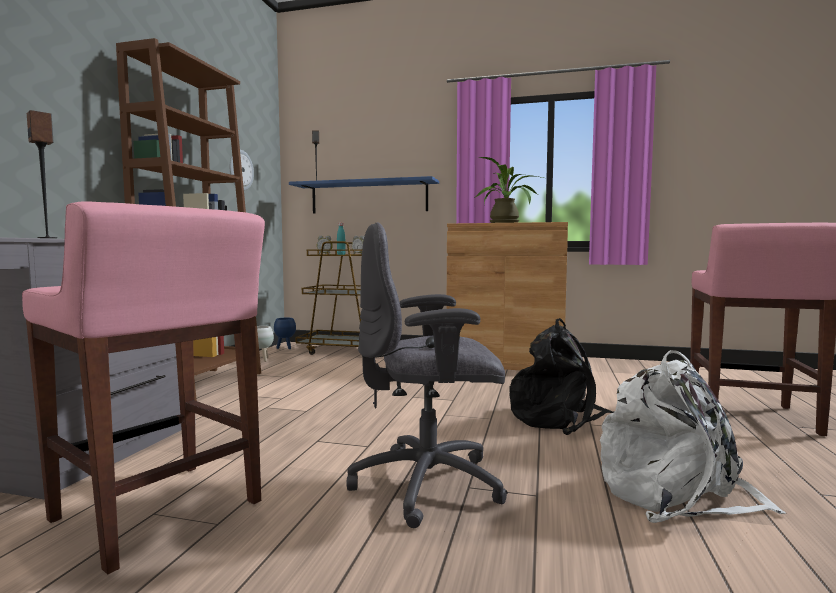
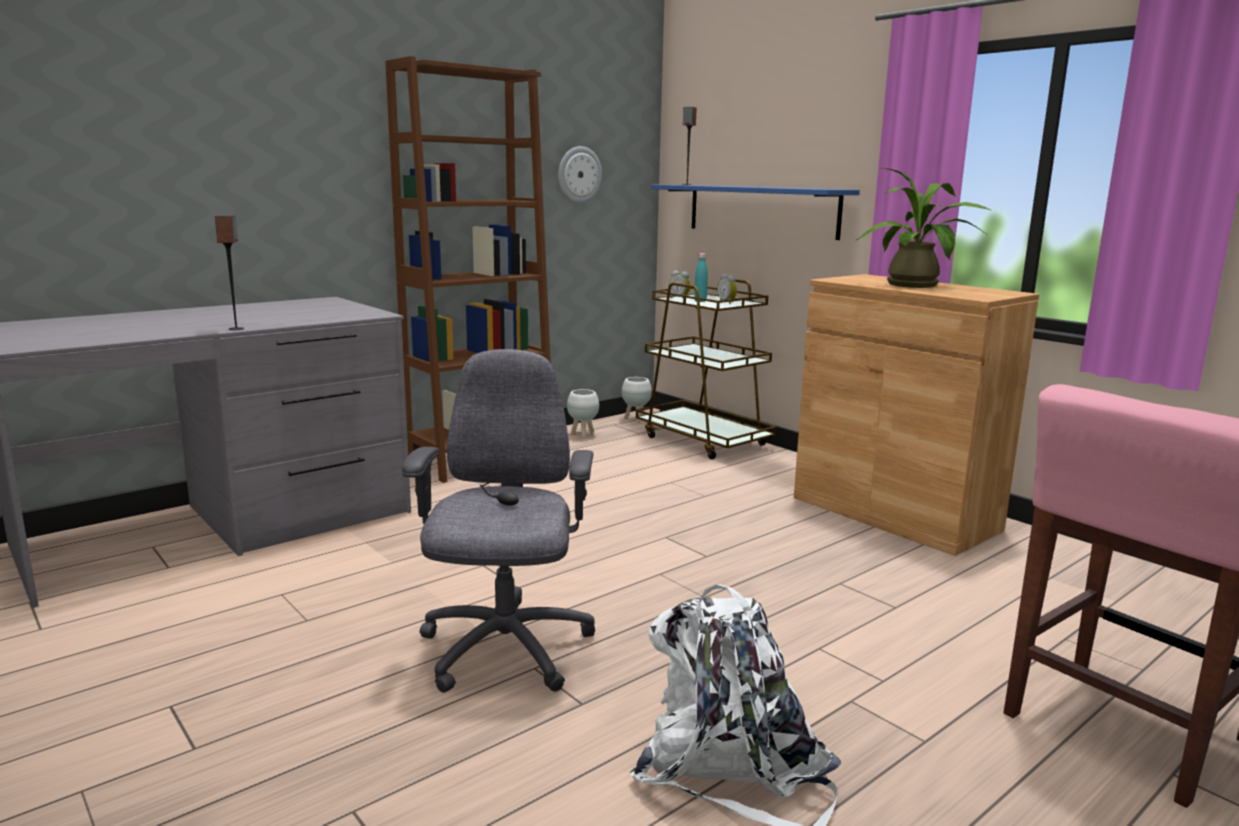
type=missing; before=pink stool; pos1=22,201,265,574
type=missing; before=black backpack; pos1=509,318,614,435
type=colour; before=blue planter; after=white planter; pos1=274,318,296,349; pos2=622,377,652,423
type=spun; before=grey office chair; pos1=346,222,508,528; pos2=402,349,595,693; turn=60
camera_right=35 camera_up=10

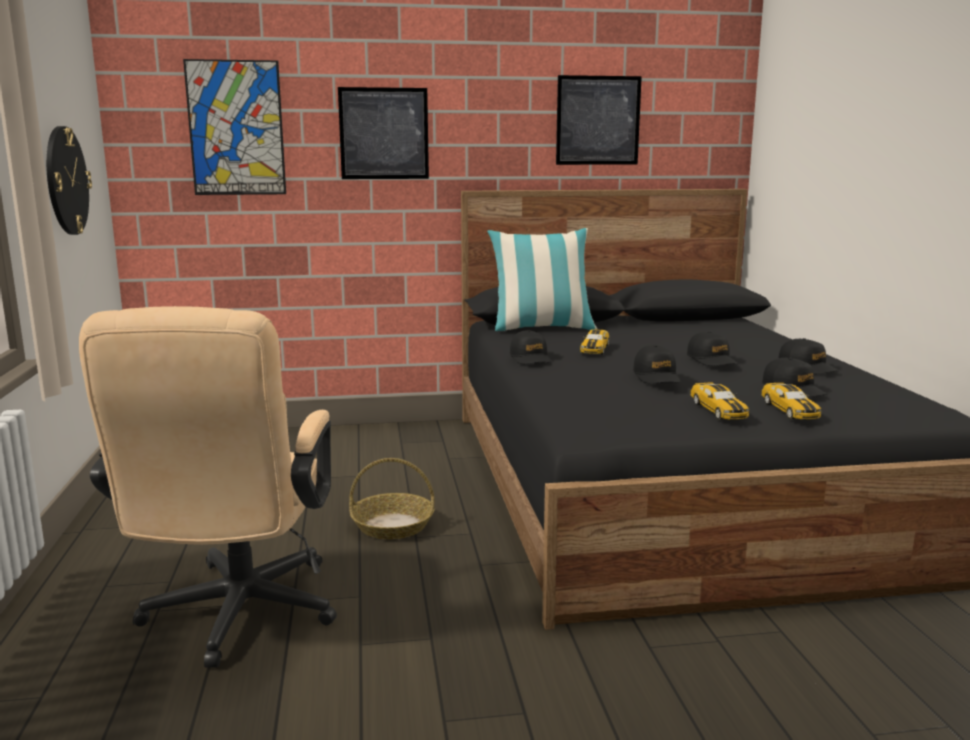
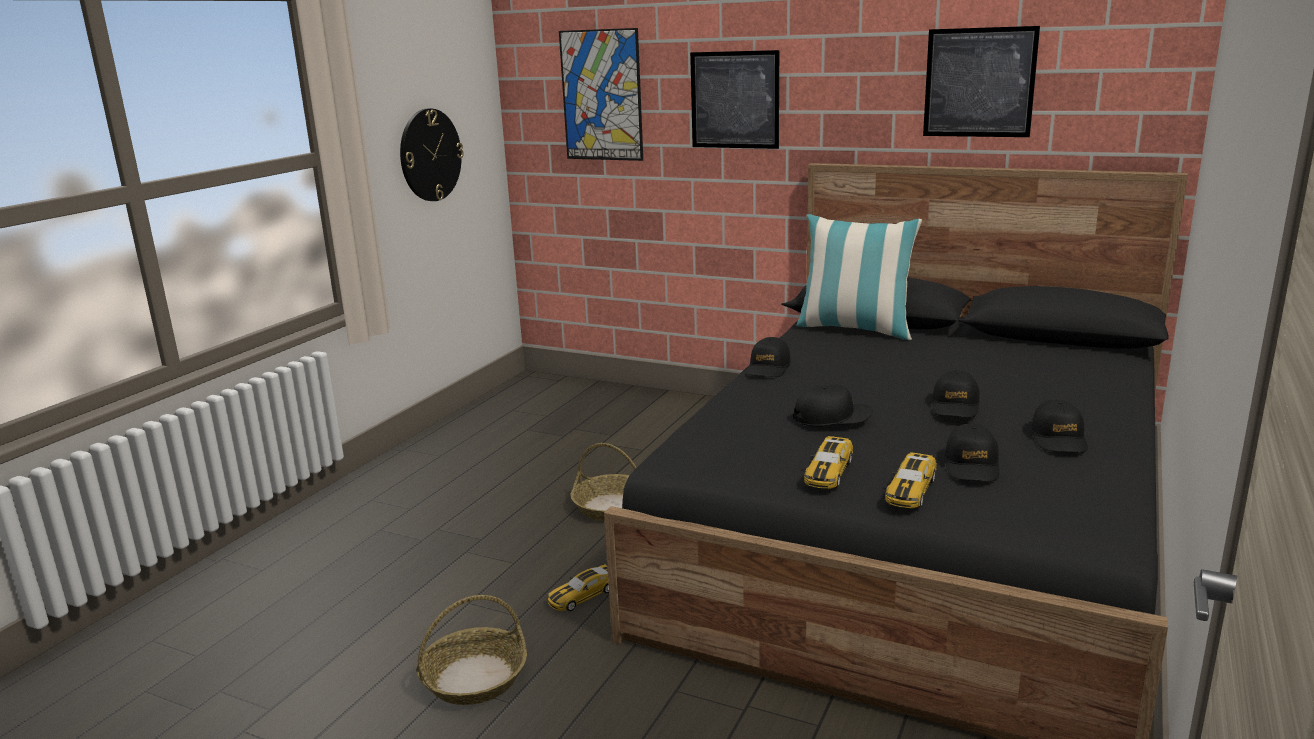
type=missing; before=beige office chair; pos1=79,306,337,668
type=appeared; after=basket; pos2=416,595,527,705
type=relocated; before=toy car; pos1=580,329,609,355; pos2=548,564,609,611
type=spun; before=black cap; pos1=633,345,681,383; pos2=793,384,873,426; turn=-135
camera_right=35 camera_up=5

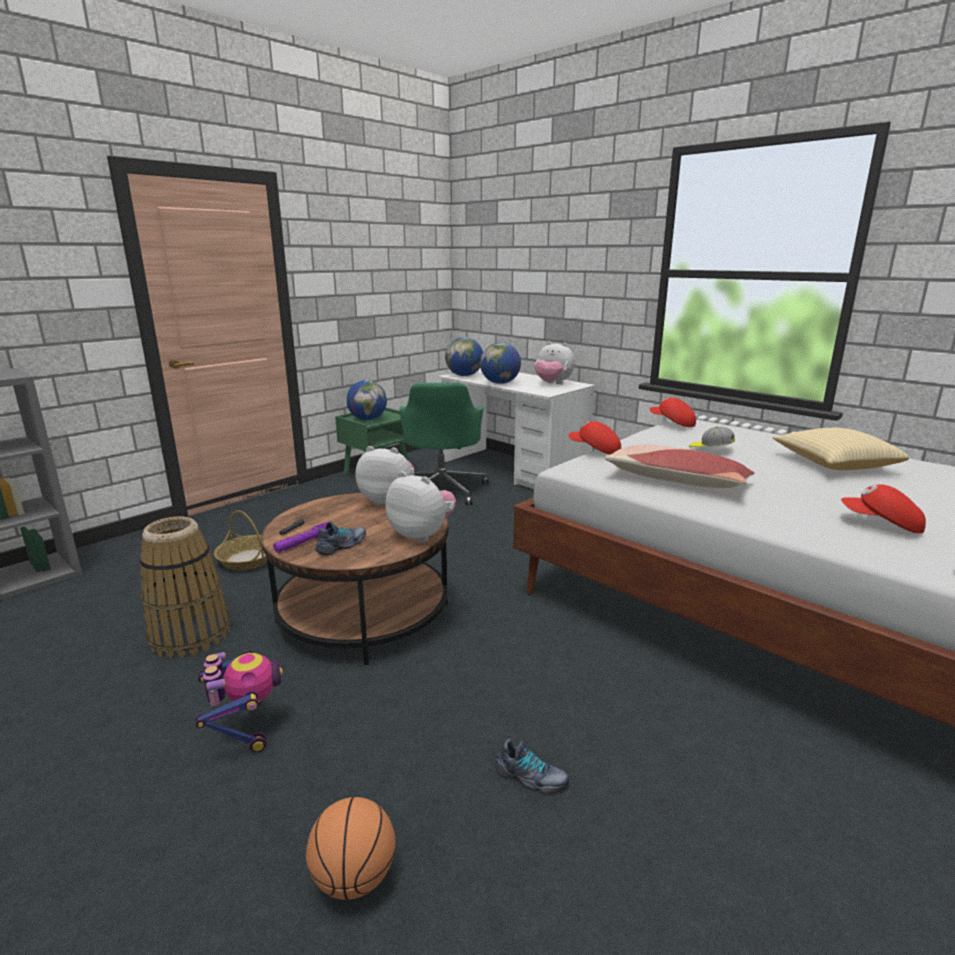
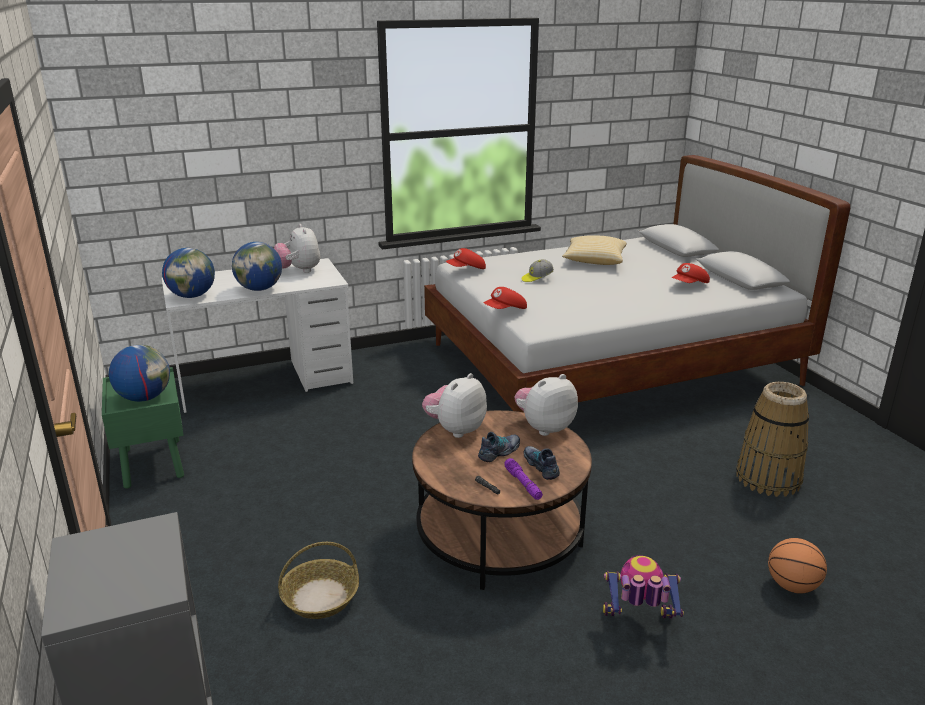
type=missing; before=green office chair; pos1=399,383,489,505
type=missing; before=pillow; pos1=604,444,755,488
type=relocated; before=basket; pos1=139,517,230,658; pos2=736,382,809,497
type=relocated; before=shoe; pos1=495,739,569,792; pos2=478,432,520,462
type=spun; before=plush toy; pos1=535,342,575,384; pos2=274,224,320,273; turn=105
camera_right=-65 camera_up=5

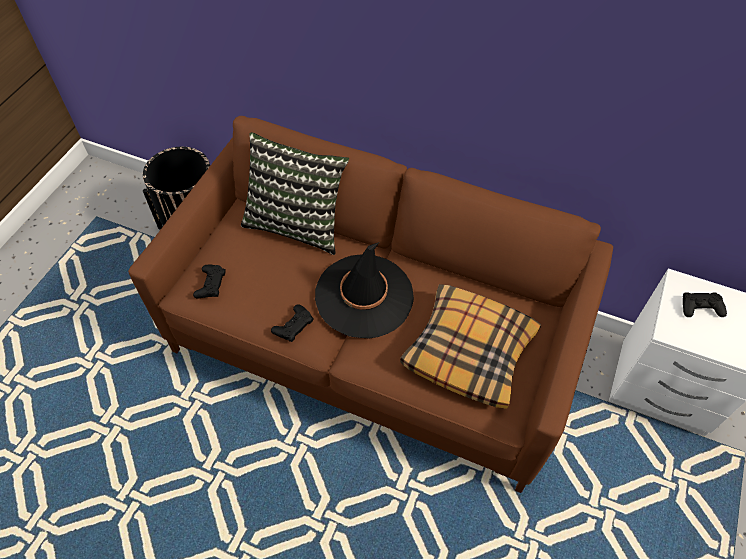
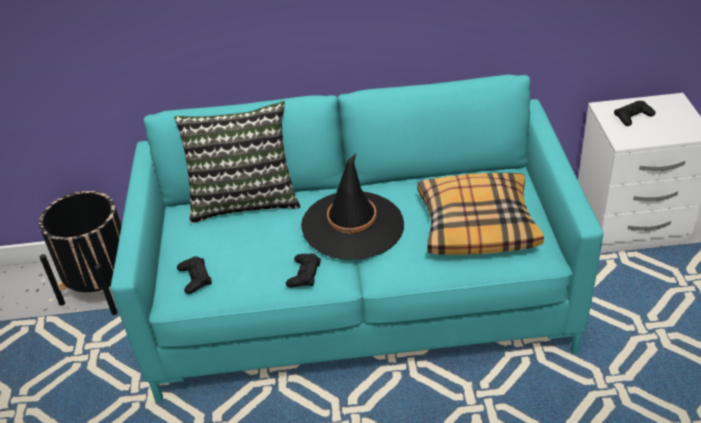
type=colour; before=brown sofa; after=turquoise sofa; pos1=128,116,613,493; pos2=111,74,603,402
camera_right=-25 camera_up=-15

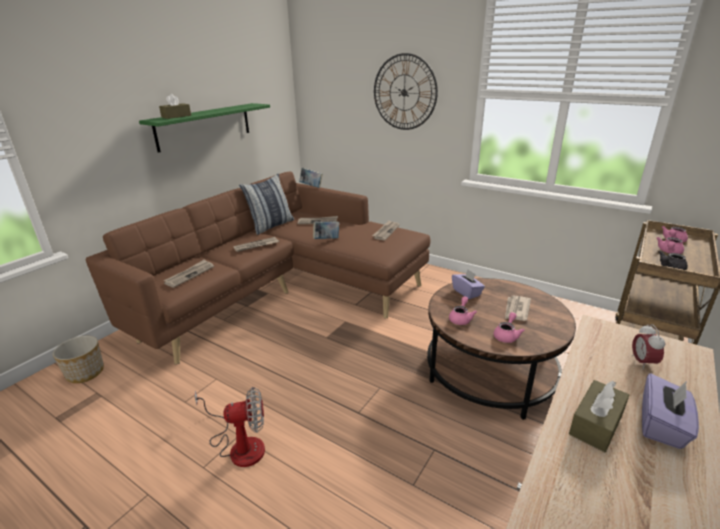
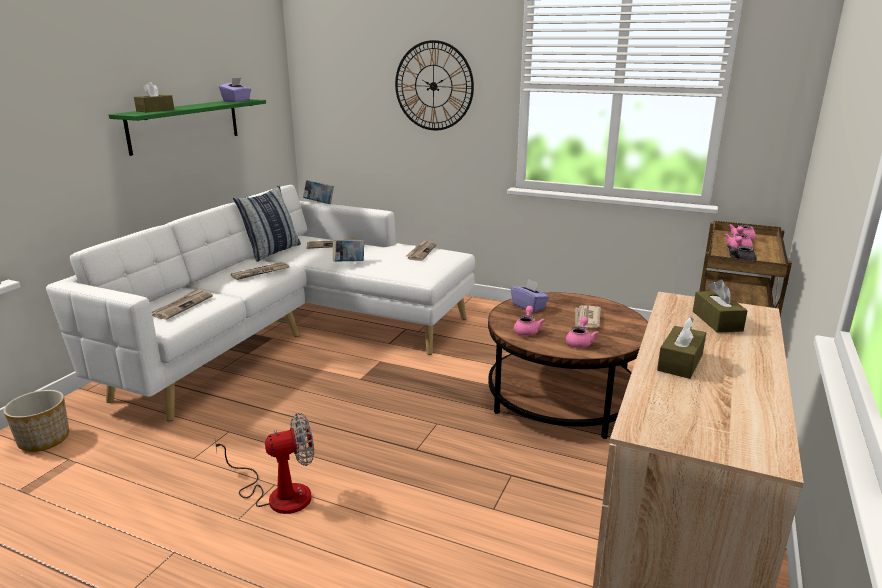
type=relocated; before=purple tissue box; pos1=642,373,699,449; pos2=219,78,251,102
type=exchanged; before=alarm clock; after=brown tissue box; pos1=632,324,665,370; pos2=693,280,748,333
type=colour; before=brown sofa; after=white sofa; pos1=86,172,431,365; pos2=46,185,475,421
camera_right=-10 camera_up=-5

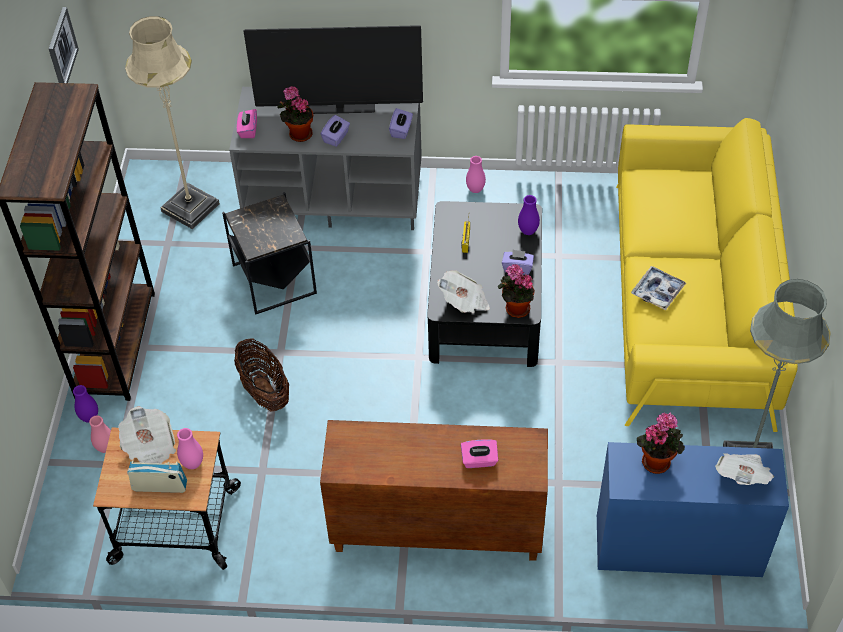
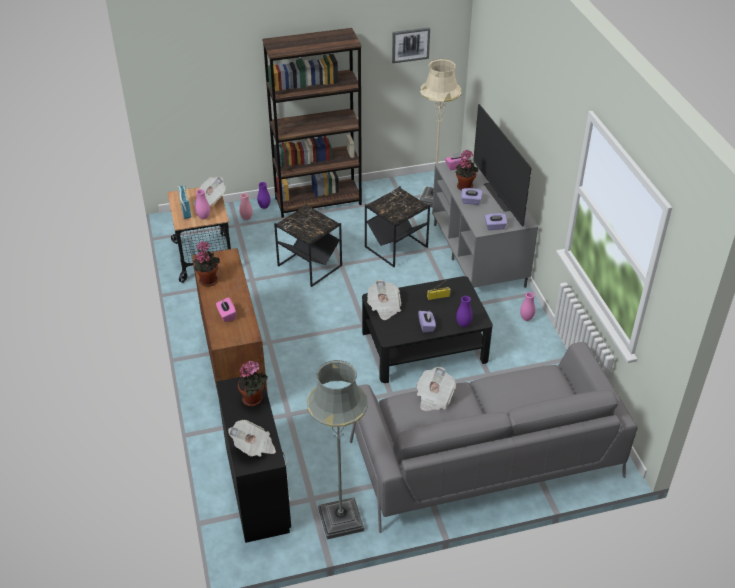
type=relocated; before=potted plant; pos1=497,264,535,318; pos2=193,241,220,287
type=exchanged; before=basket; after=black side table; pos1=234,338,289,411; pos2=274,204,342,287
type=exchanged; before=tray; after=newspaper; pos1=631,266,686,310; pos2=416,367,456,411
type=colour; before=blue desk; after=black desk; pos1=597,442,789,577; pos2=216,373,291,543
type=colour; before=yellow sofa; after=grey sofa; pos1=616,118,798,432; pos2=350,342,638,533
camera_right=70 camera_up=-10

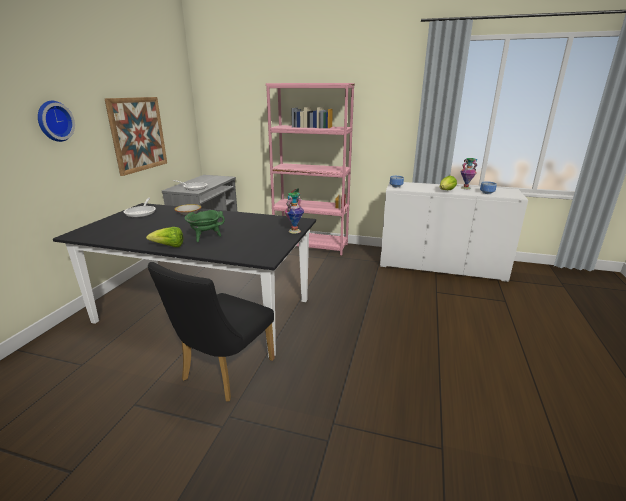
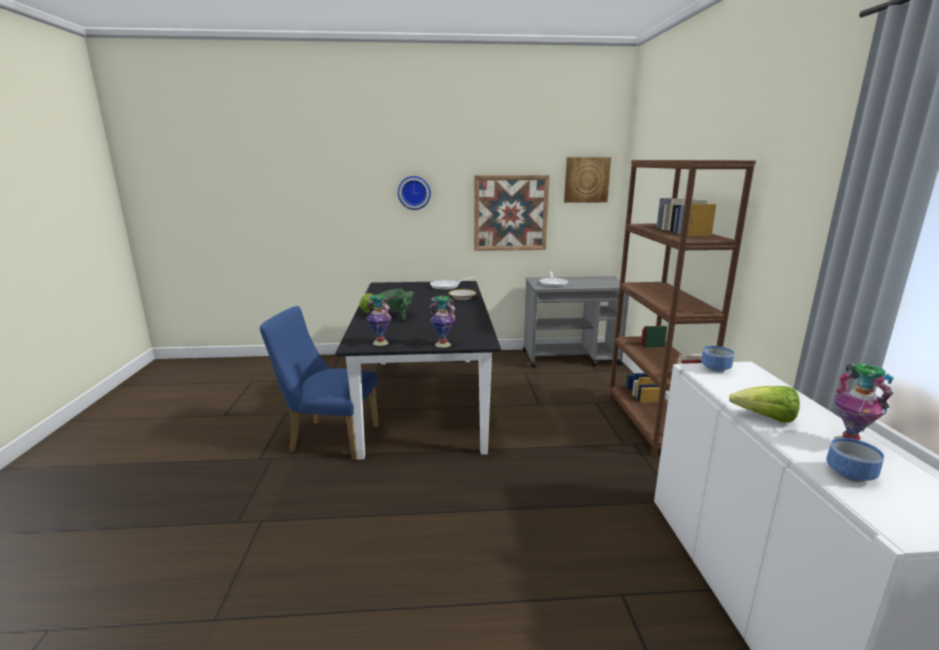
type=appeared; after=vase; pos2=366,294,392,346
type=appeared; after=picture; pos2=564,157,611,203
type=colour; before=black chair; after=blue chair; pos1=148,262,275,401; pos2=260,306,379,460
type=colour; before=pink bookcase; after=brown bookcase; pos1=266,83,355,255; pos2=609,160,756,457
camera_right=70 camera_up=-5

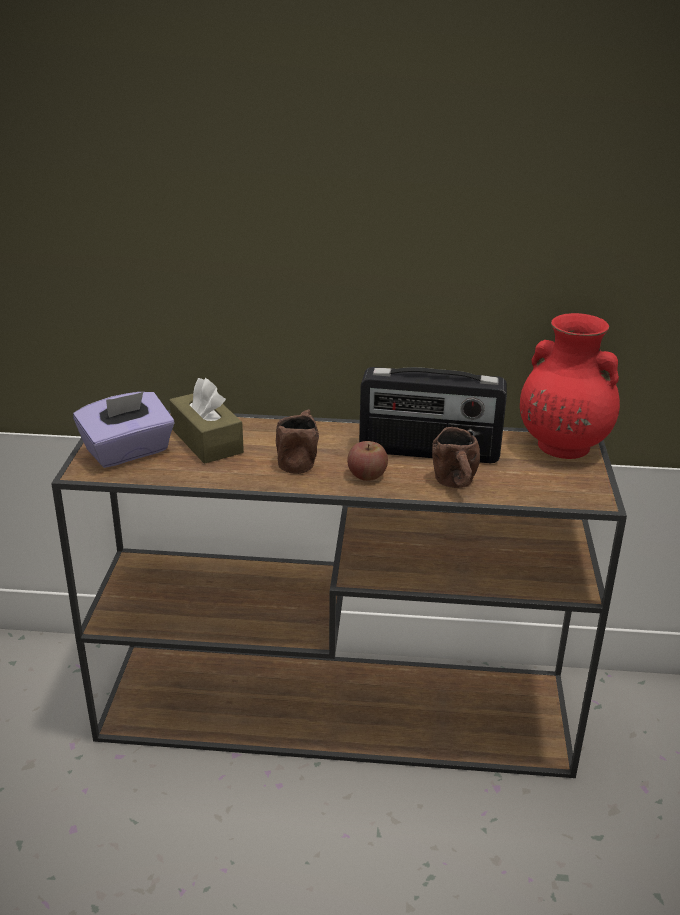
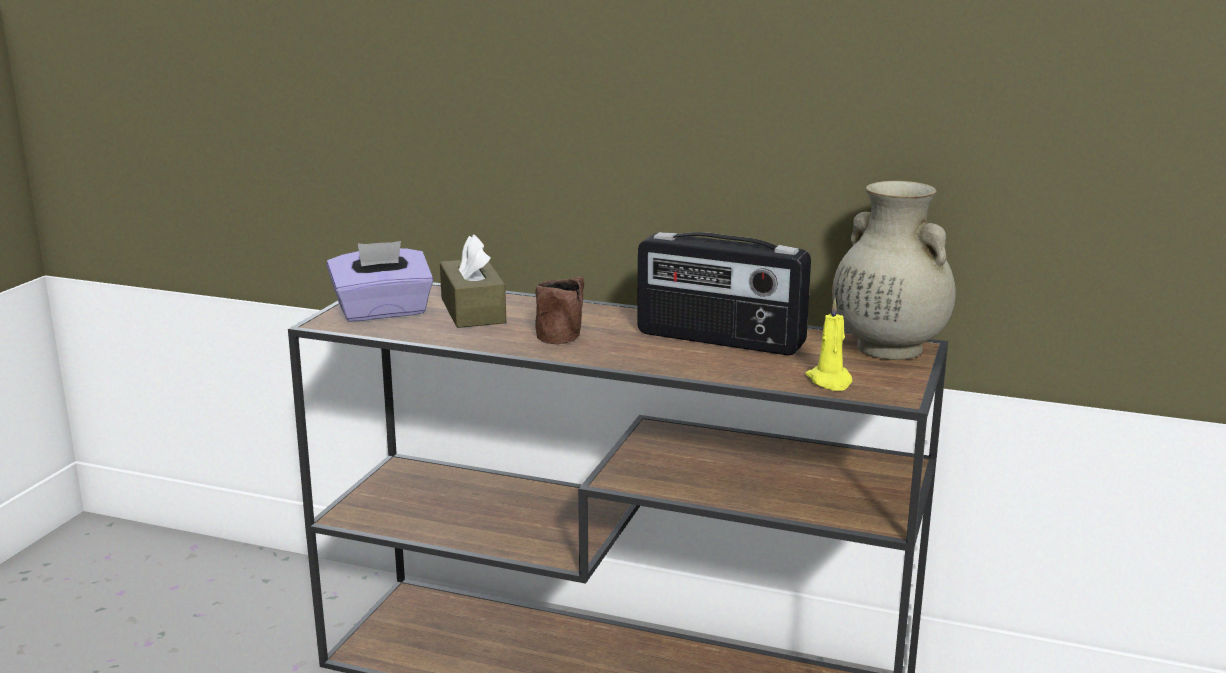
type=missing; before=apple; pos1=347,441,388,481
type=missing; before=brown mug; pos1=432,427,480,488
type=appeared; after=yellow candle; pos2=806,299,852,391
type=colour; before=red vase; after=beige vase; pos1=520,313,620,459; pos2=832,181,956,360
camera_right=15 camera_up=-10

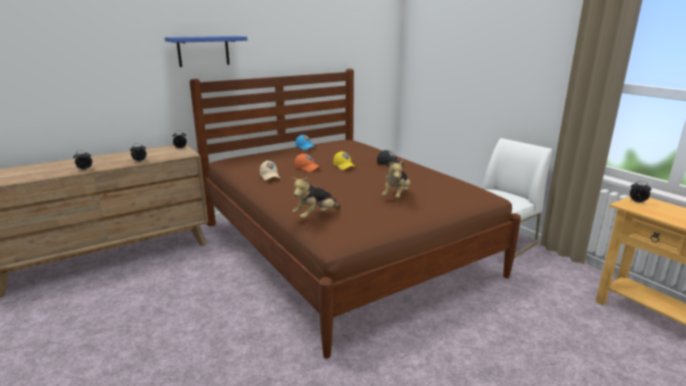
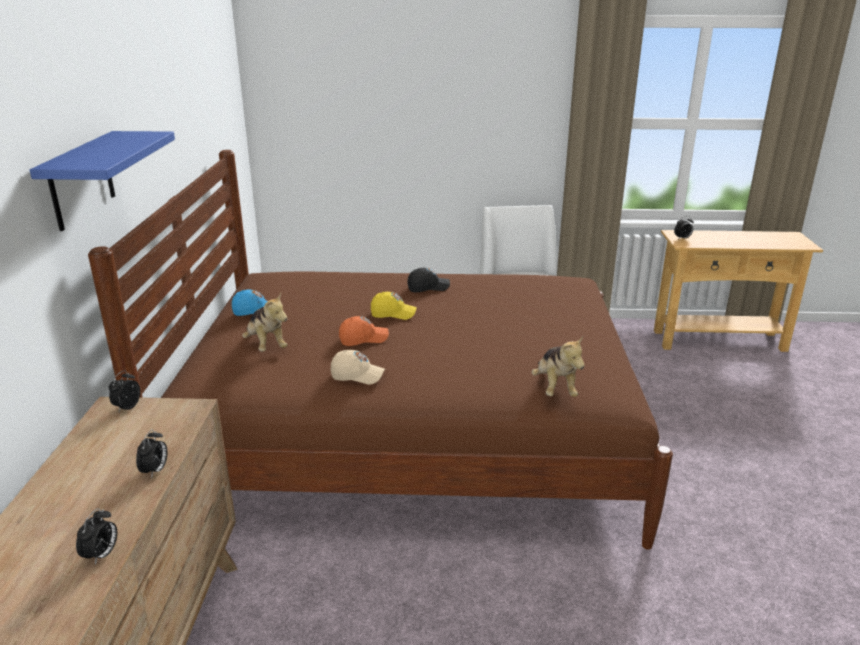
type=relocated; before=plush toy; pos1=382,160,410,199; pos2=242,293,287,351
camera_right=-55 camera_up=5

